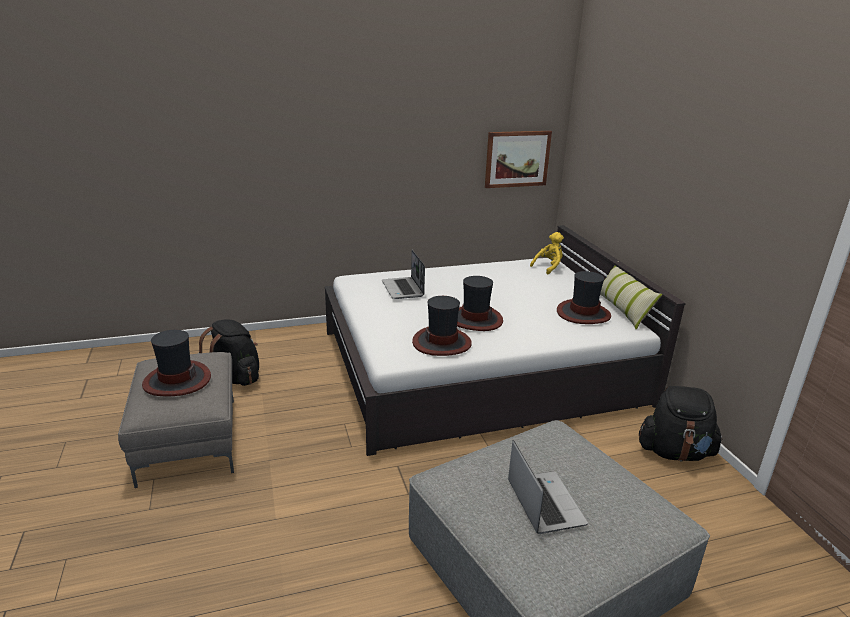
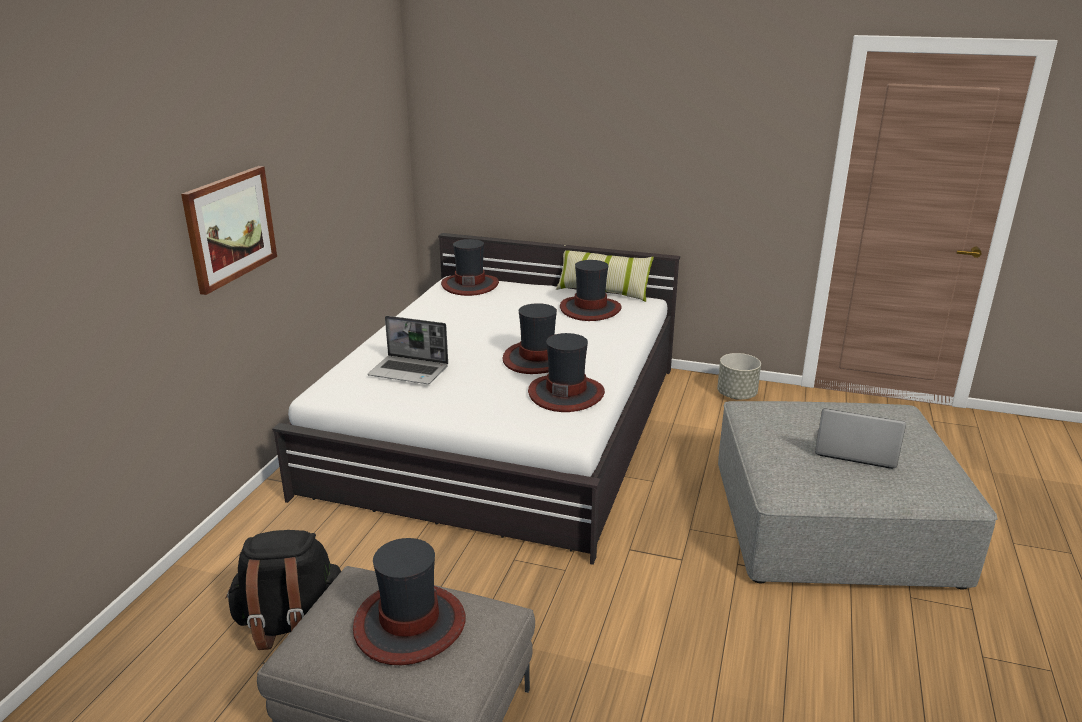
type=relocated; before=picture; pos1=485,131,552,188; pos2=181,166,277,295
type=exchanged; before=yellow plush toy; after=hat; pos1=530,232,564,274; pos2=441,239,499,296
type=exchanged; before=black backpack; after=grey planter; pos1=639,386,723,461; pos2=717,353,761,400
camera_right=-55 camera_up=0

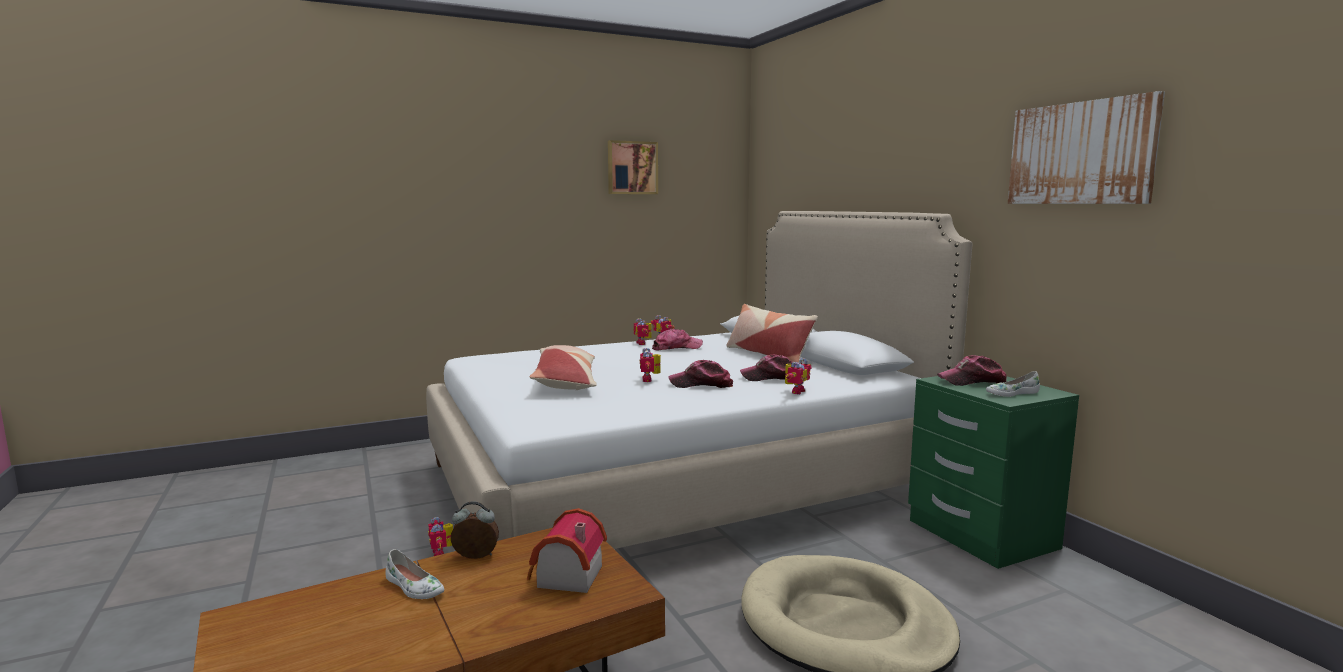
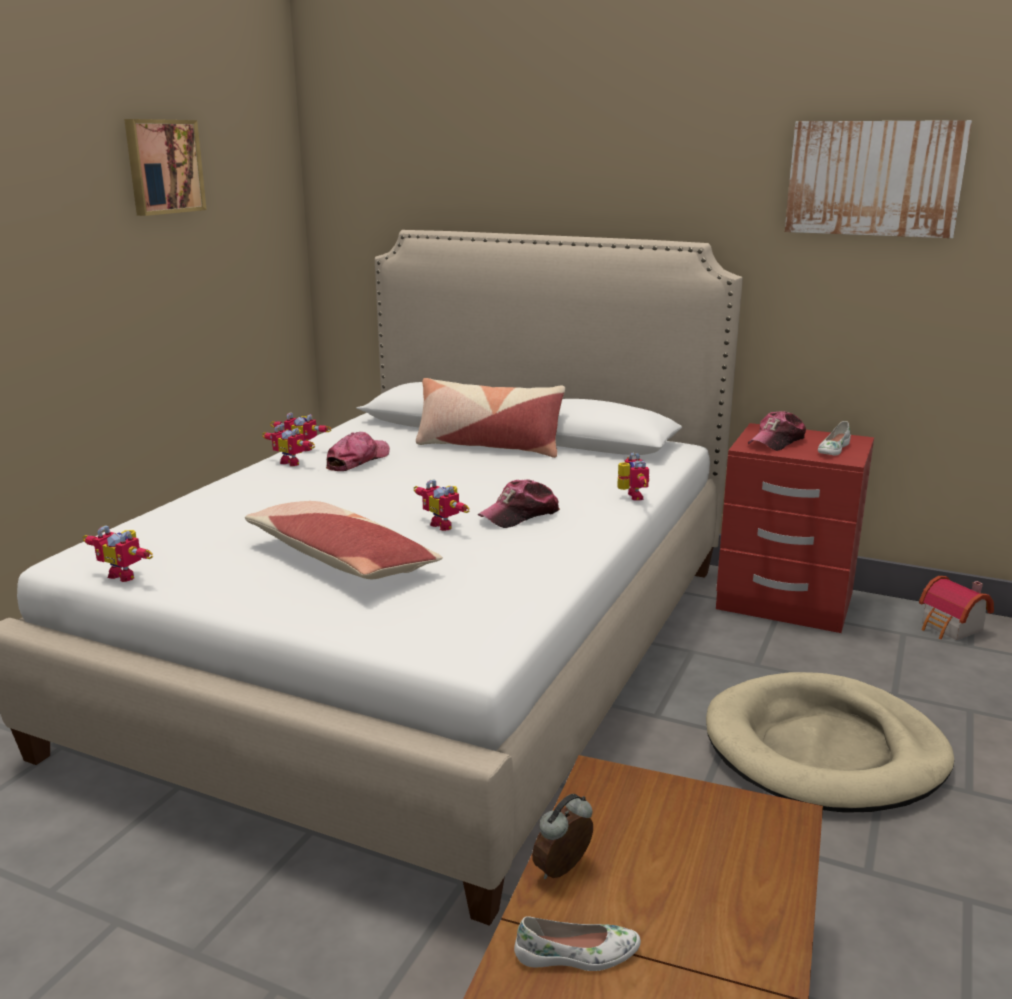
type=missing; before=cap; pos1=740,355,792,381
type=relocated; before=toy robot; pos1=428,517,453,556; pos2=82,525,153,582
type=relocated; before=toy house; pos1=527,508,607,593; pos2=919,576,994,640
type=colour; before=green nightstand; after=red nightstand; pos1=908,376,1079,569; pos2=716,423,874,633
camera_right=-40 camera_up=10

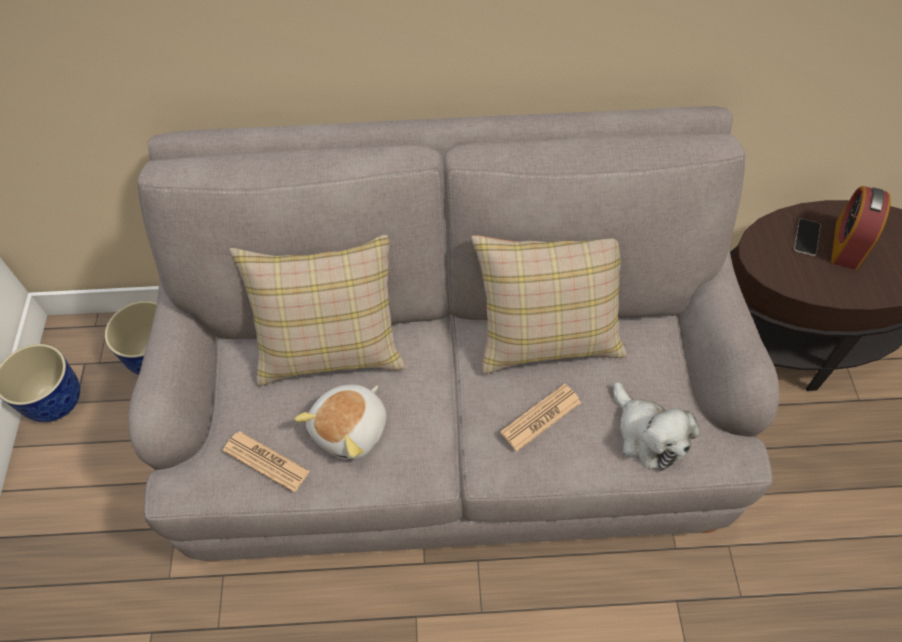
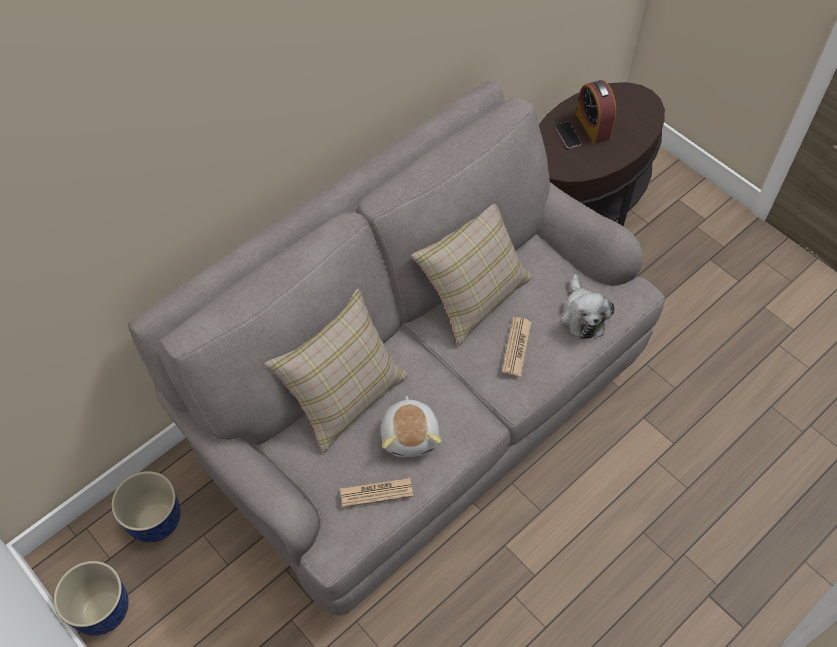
type=spun; before=plush toy; pos1=613,382,700,471; pos2=560,274,615,339; turn=60
camera_right=-40 camera_up=0

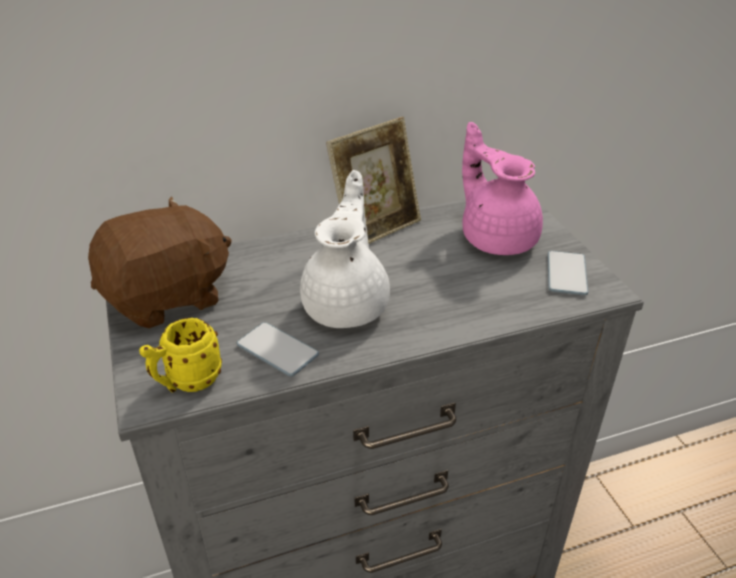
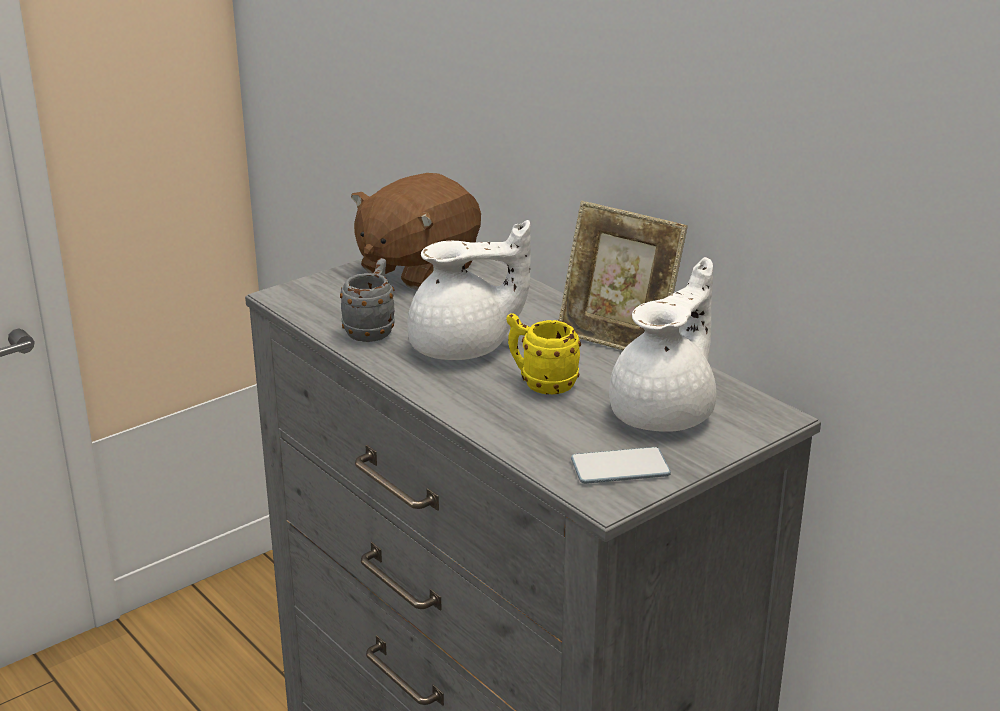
type=relocated; before=yellow mug; pos1=139,318,222,392; pos2=506,313,581,394
type=exchanged; before=phone; after=grey mug; pos1=237,322,319,377; pos2=340,258,395,342
type=colour; before=pink teapot; after=white teapot; pos1=462,122,543,255; pos2=609,257,716,432
type=spun; before=brown plush toy; pos1=88,196,232,329; pos2=351,173,481,290; turn=90
camera_right=70 camera_up=-10

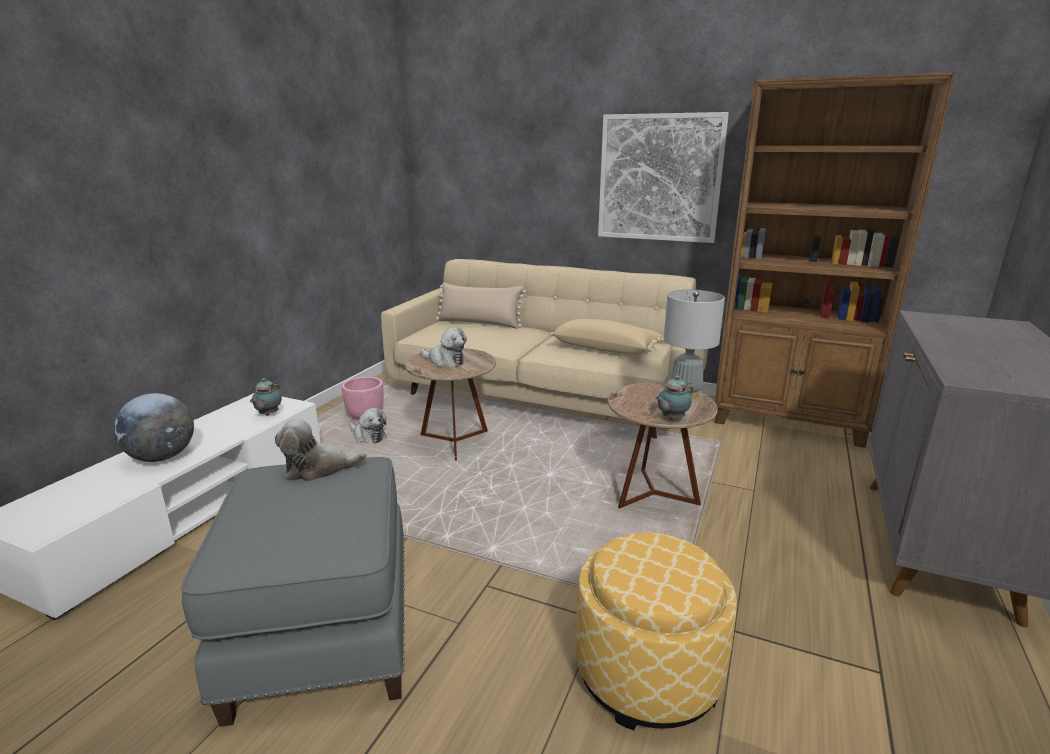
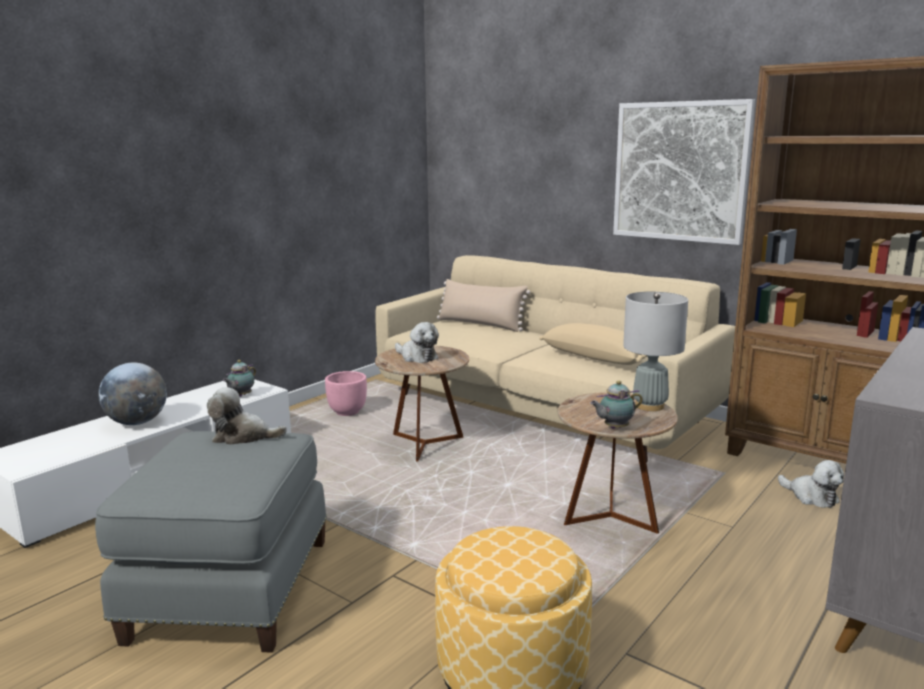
type=relocated; before=plush toy; pos1=350,408,387,444; pos2=778,460,844,508
camera_right=15 camera_up=-5

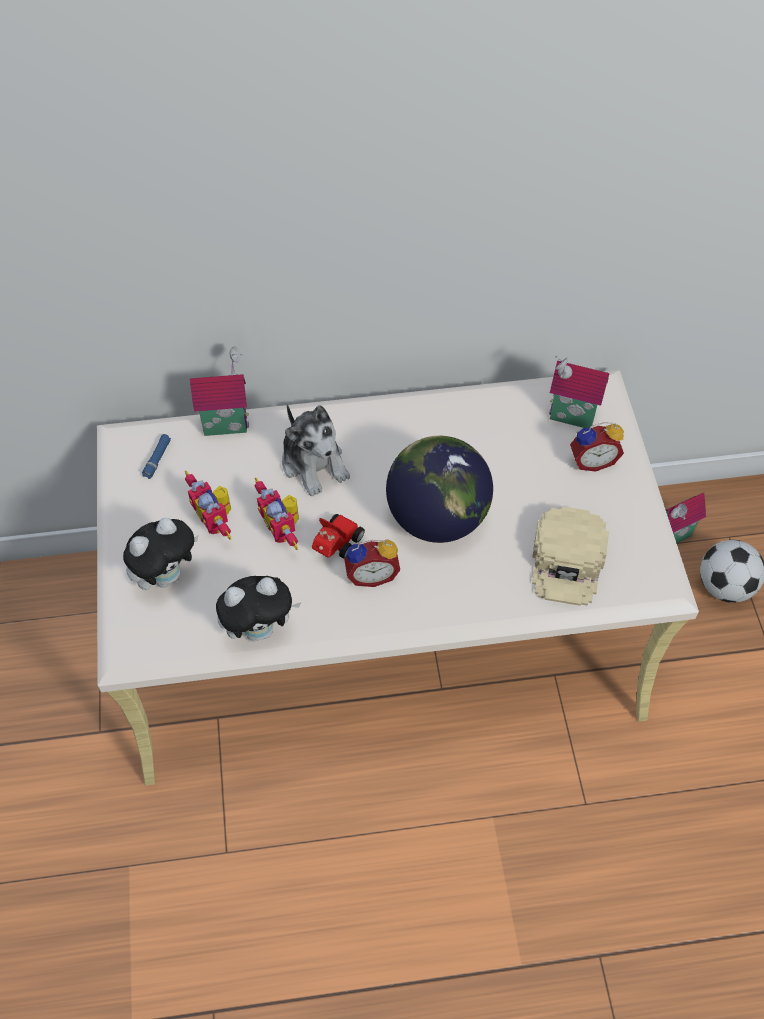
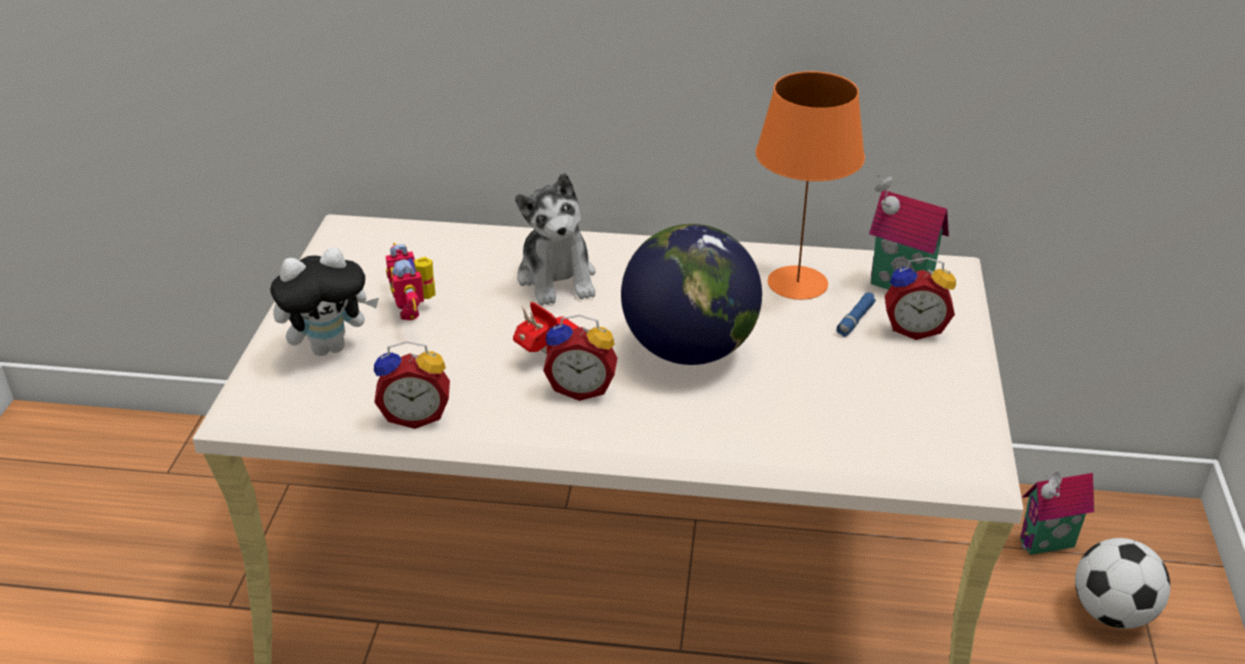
type=missing; before=toy house; pos1=190,346,249,436
type=missing; before=toy robot; pos1=254,478,299,550
type=missing; before=beige cap; pos1=532,506,609,606
type=appeared; after=orange table lamp; pos2=756,71,865,300
type=relocated; before=blue flashlight; pos1=142,434,171,479; pos2=836,292,876,337
type=exchanged; before=plush toy; after=alarm clock; pos1=216,576,302,642; pos2=374,341,450,429
camera_right=15 camera_up=-20

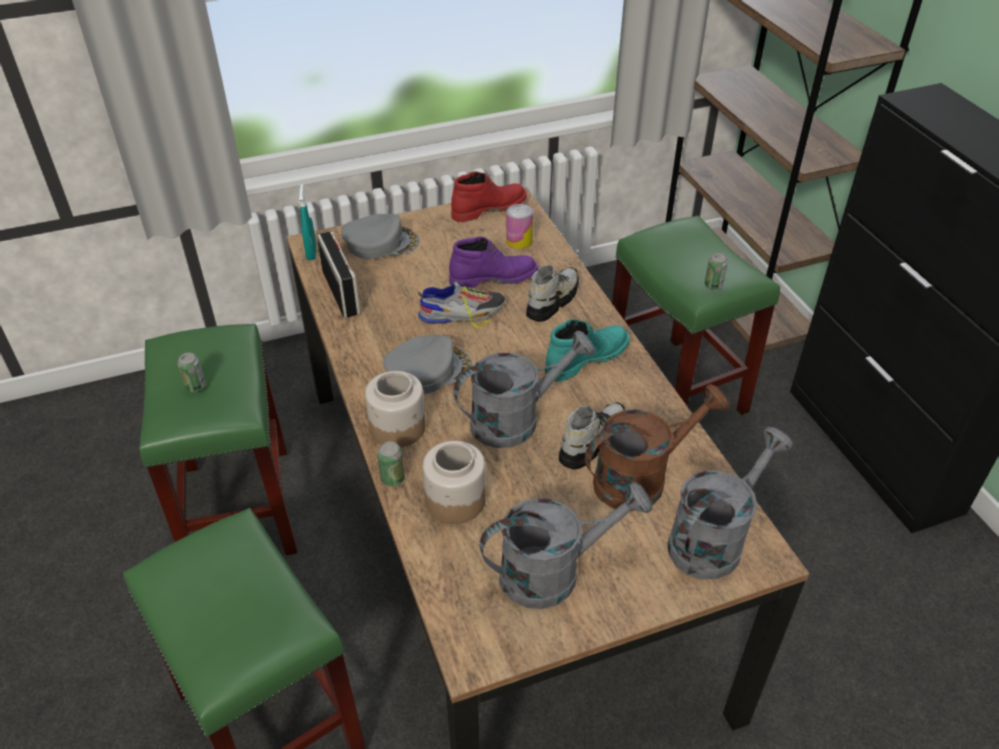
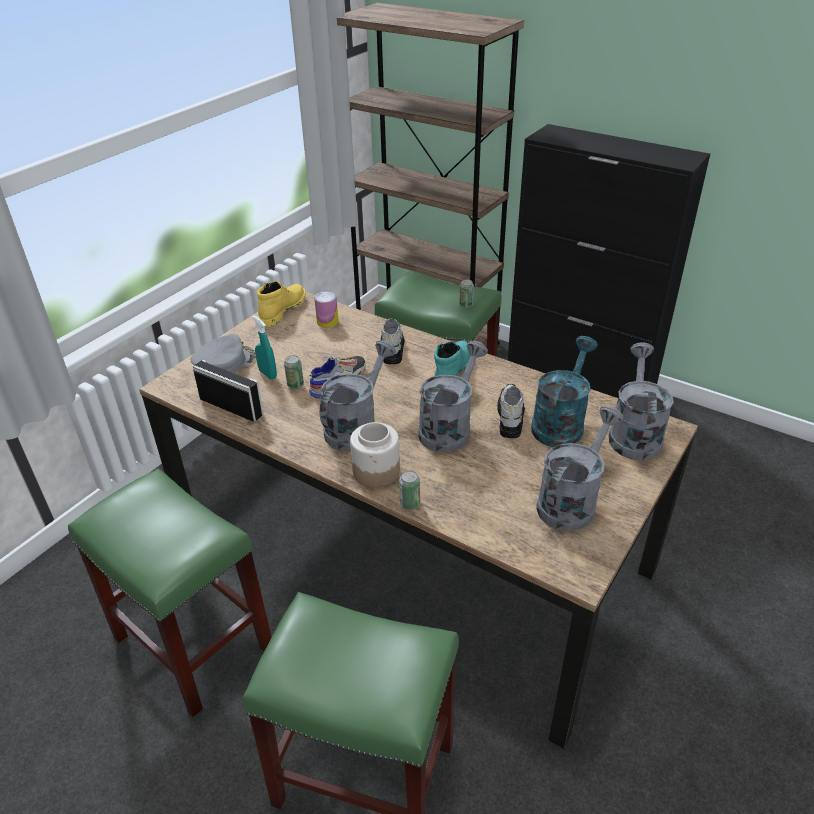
type=missing; before=jar; pos1=423,441,486,524
type=missing; before=purple boot; pos1=449,237,538,288
type=relocated; before=can; pos1=177,353,206,392; pos2=284,355,304,389
type=relocated; before=turquoise spray bottle; pos1=299,184,316,260; pos2=252,315,277,380
type=exchanged; before=grey cap; after=grey watering can; pos1=383,335,473,394; pos2=320,340,396,451
type=colour; before=red boot; after=yellow boot; pos1=451,171,527,222; pos2=257,281,306,327
type=colour; before=brown watering can; after=turquoise watering can; pos1=585,384,729,511; pos2=531,336,598,447
camera_right=-35 camera_up=-5

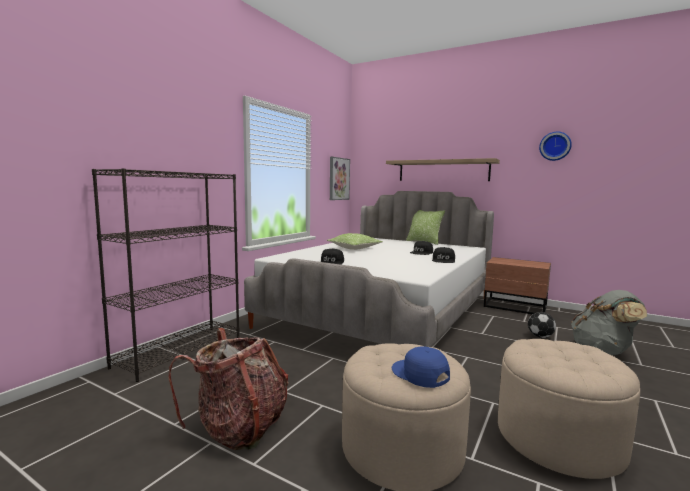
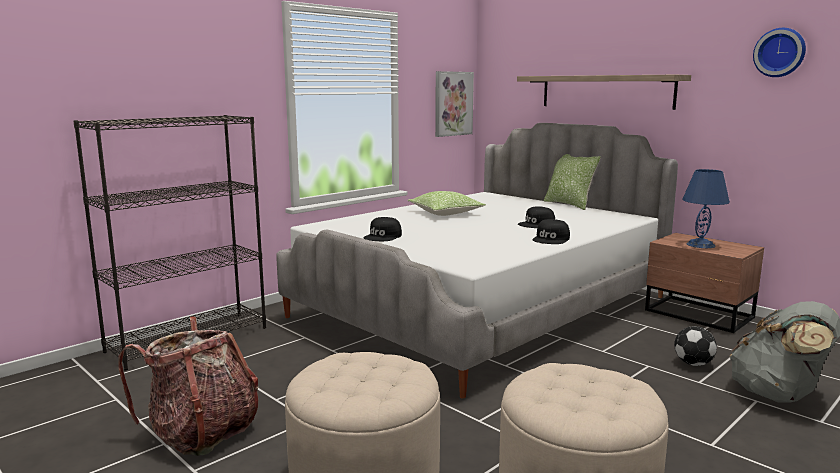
type=missing; before=blue cap; pos1=392,346,450,388
type=appeared; after=blue table lamp; pos2=682,169,730,248
camera_right=15 camera_up=5

